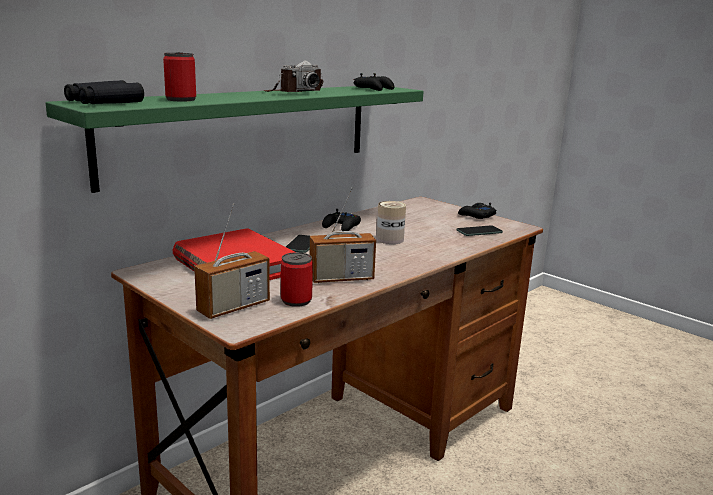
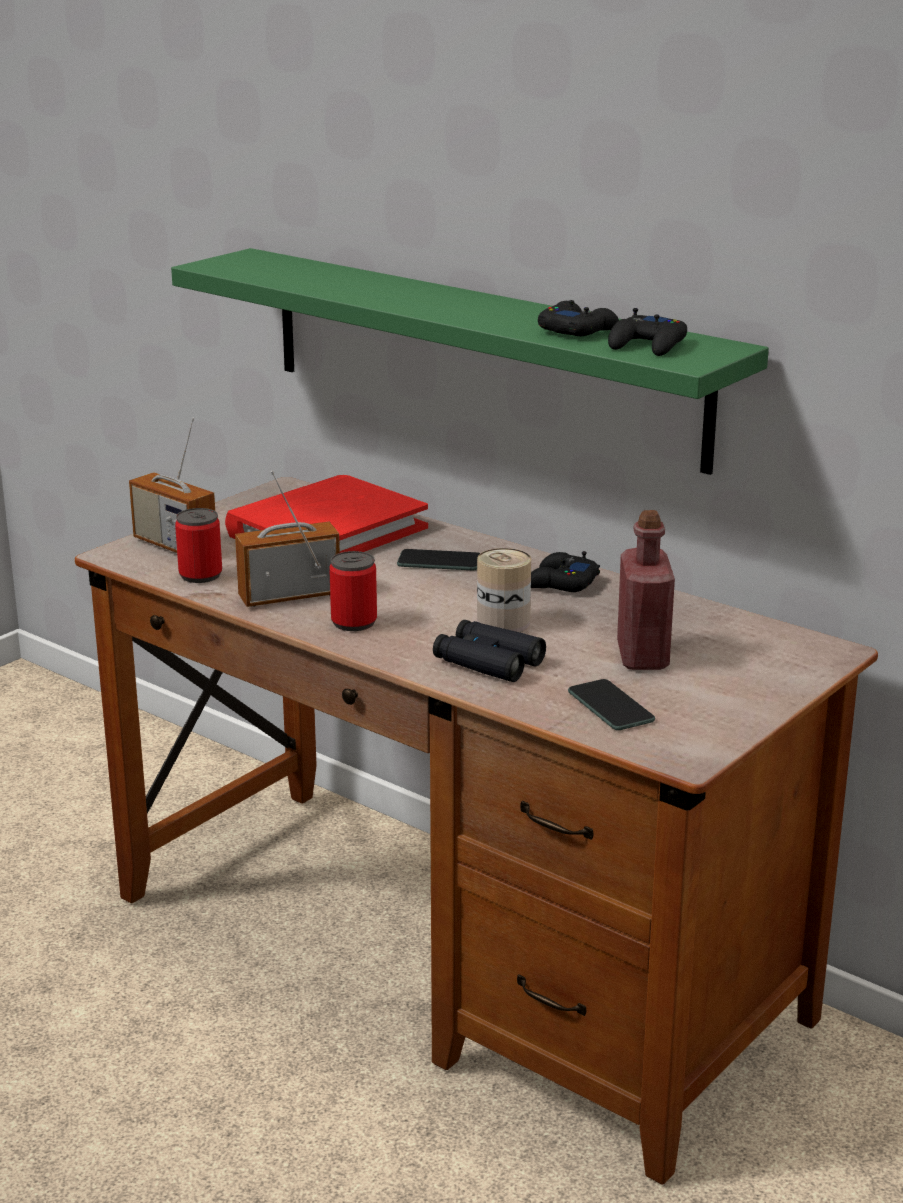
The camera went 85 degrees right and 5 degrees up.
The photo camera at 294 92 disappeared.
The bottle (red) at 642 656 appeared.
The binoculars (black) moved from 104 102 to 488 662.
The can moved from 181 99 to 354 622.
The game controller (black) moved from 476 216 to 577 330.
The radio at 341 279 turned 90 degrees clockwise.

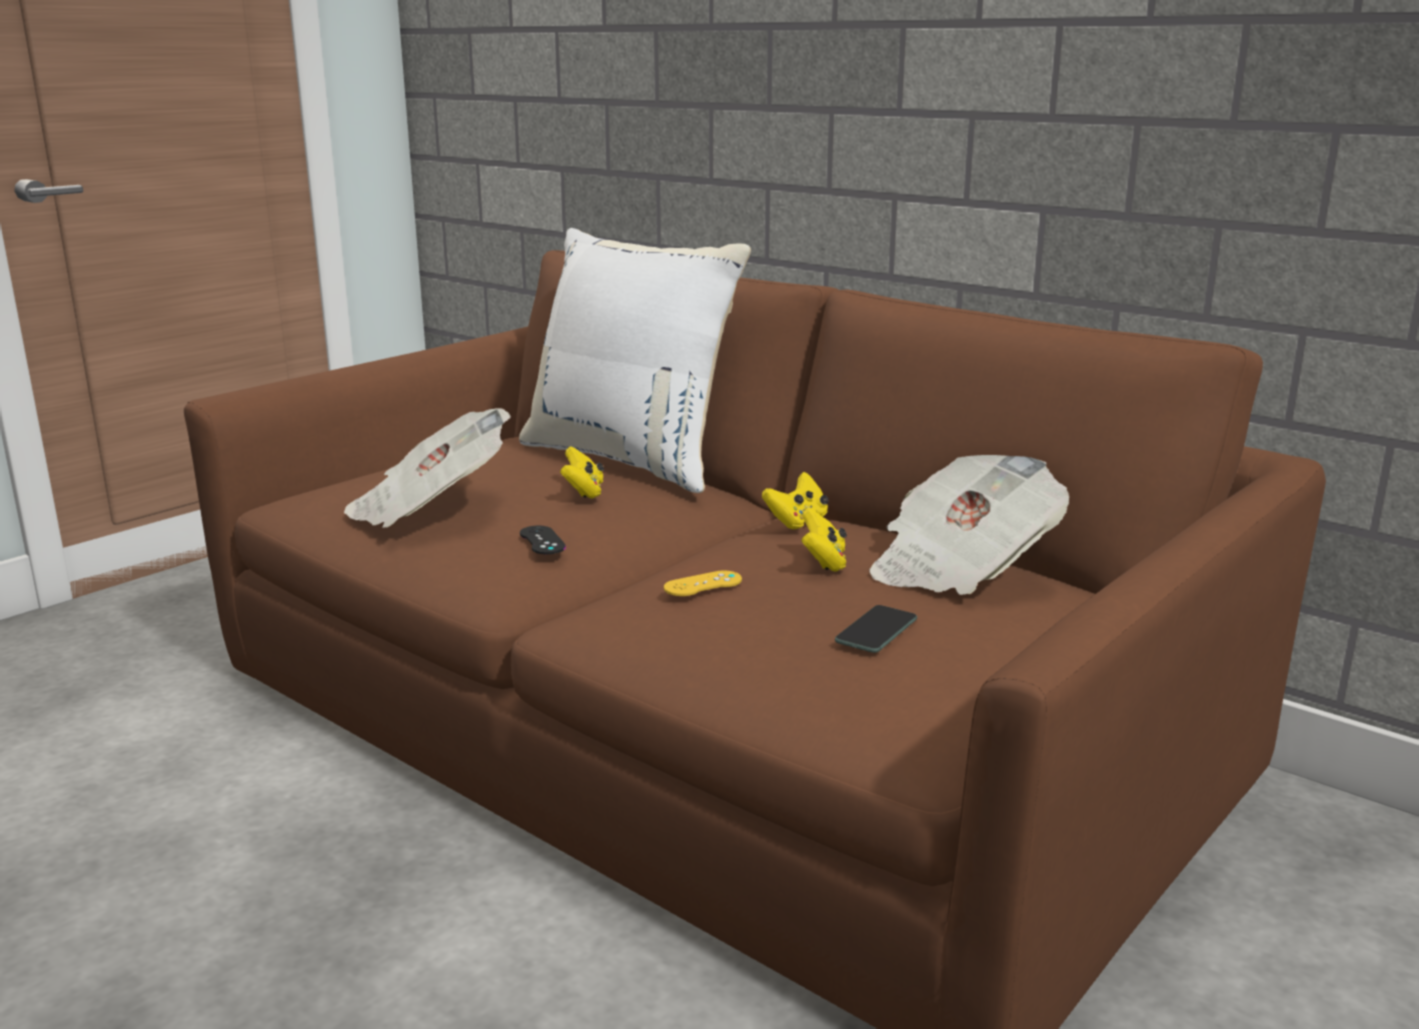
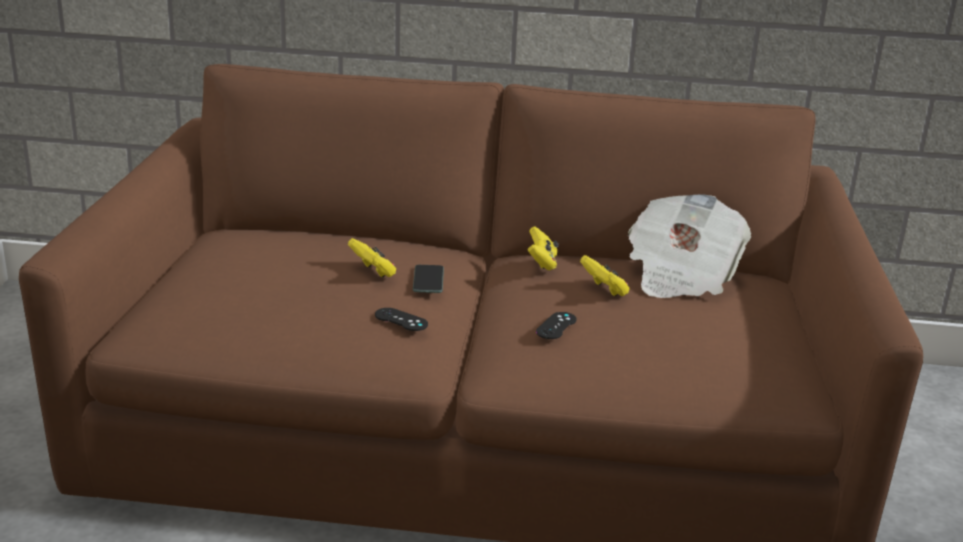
The camera went 35 degrees left and 5 degrees up.
The newspaper at 429 510 disappeared.
The pillow (white) at 632 459 disappeared.
The phone moved from 876 630 to 428 280.
The game controller (yellow) at 703 584 became the game controller (black) at 556 326.

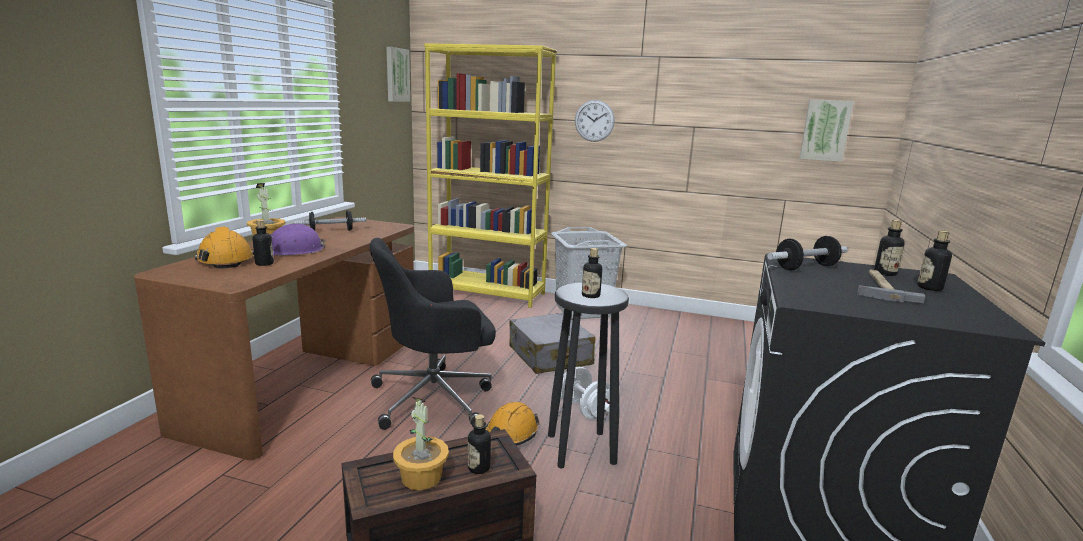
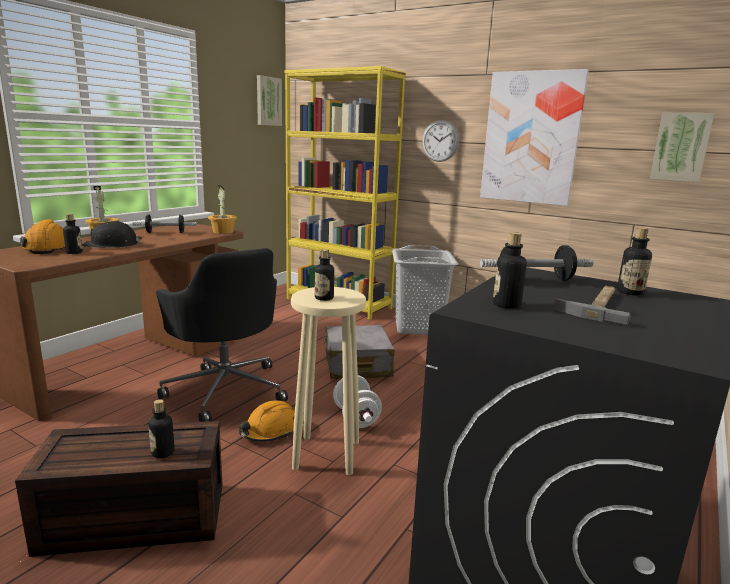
The camera went 15 degrees right and 0 degrees up.
The picture at 531 138 appeared.
The potted plant moved from 421 478 to 222 232.
The bottle moved from 929 288 to 506 305.
The hard hat (purple) at 293 250 became the hard hat (black) at 112 245.
The stool (black) at 581 449 became the stool (beige) at 326 455.
The office chair (black) at 435 398 turned 120 degrees counterclockwise.

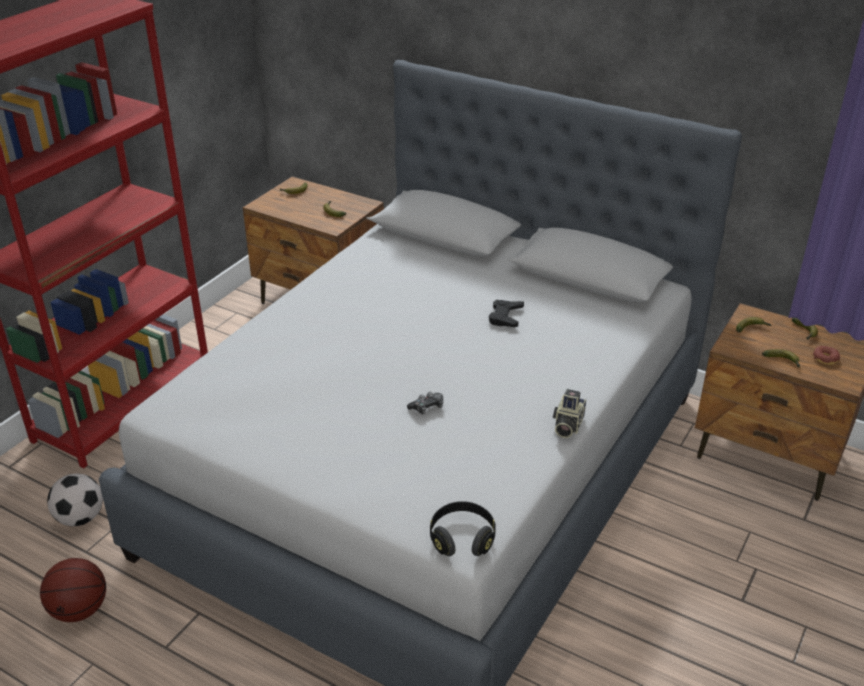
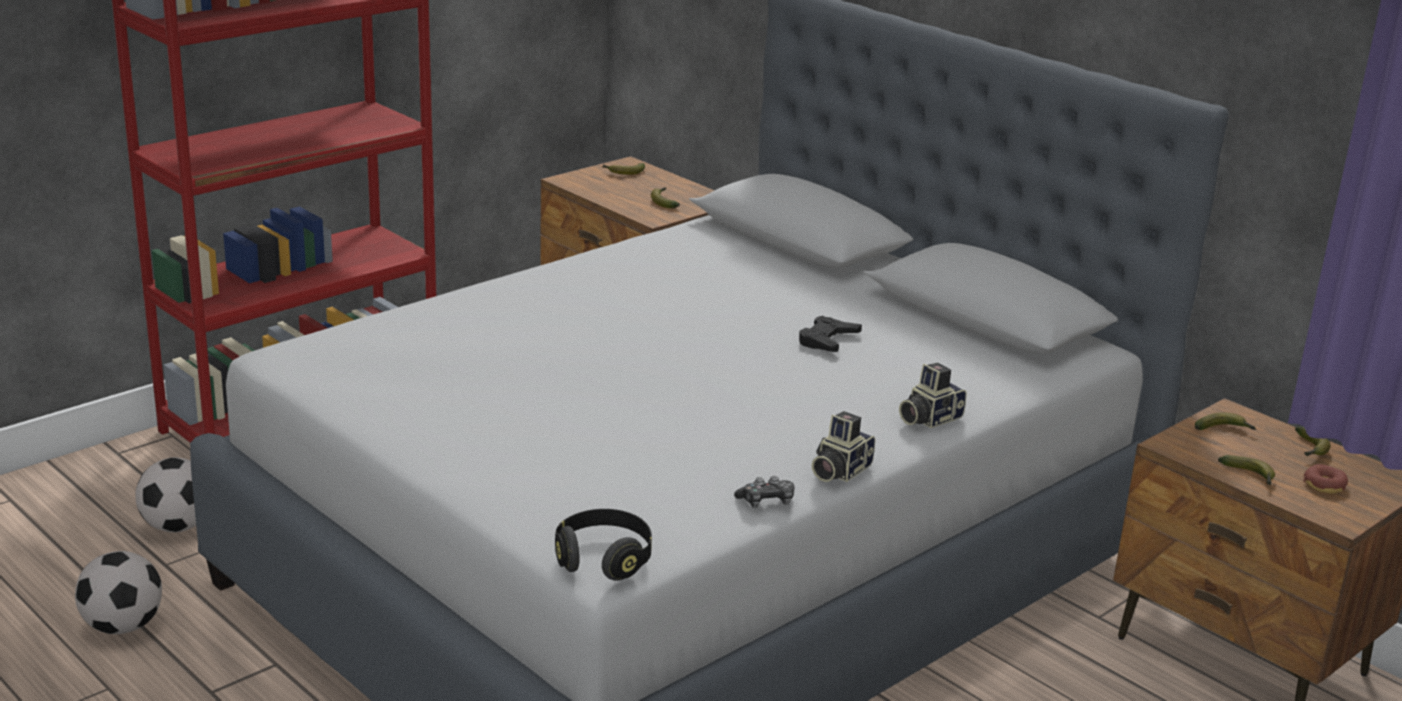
The camera went 15 degrees right and 10 degrees down.
The photo camera at 928 418 appeared.
The game controller moved from 427 407 to 766 502.
The basketball at 79 610 was replaced by the football at 123 626.

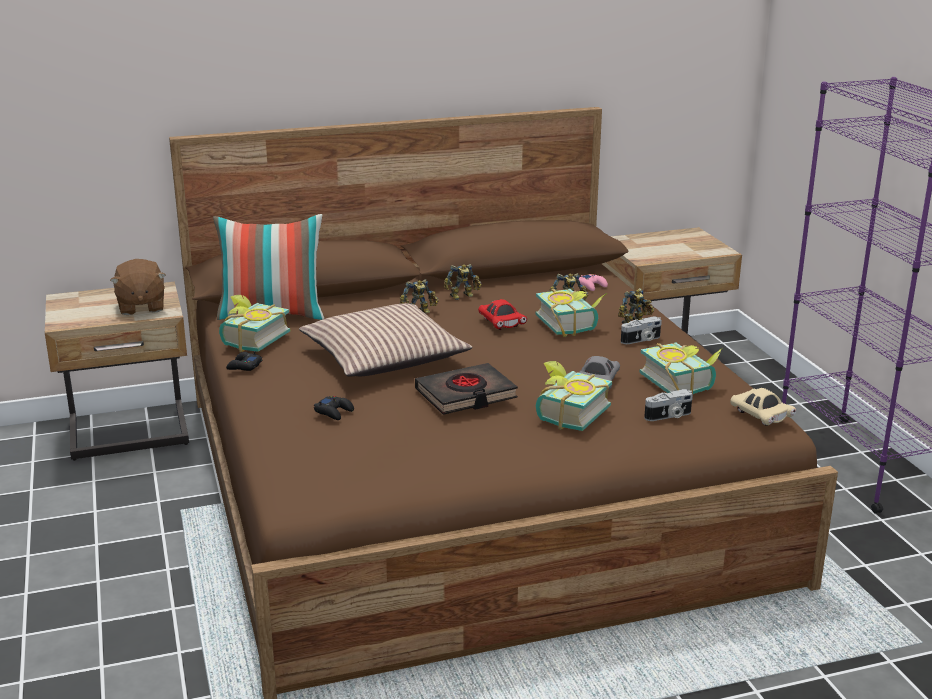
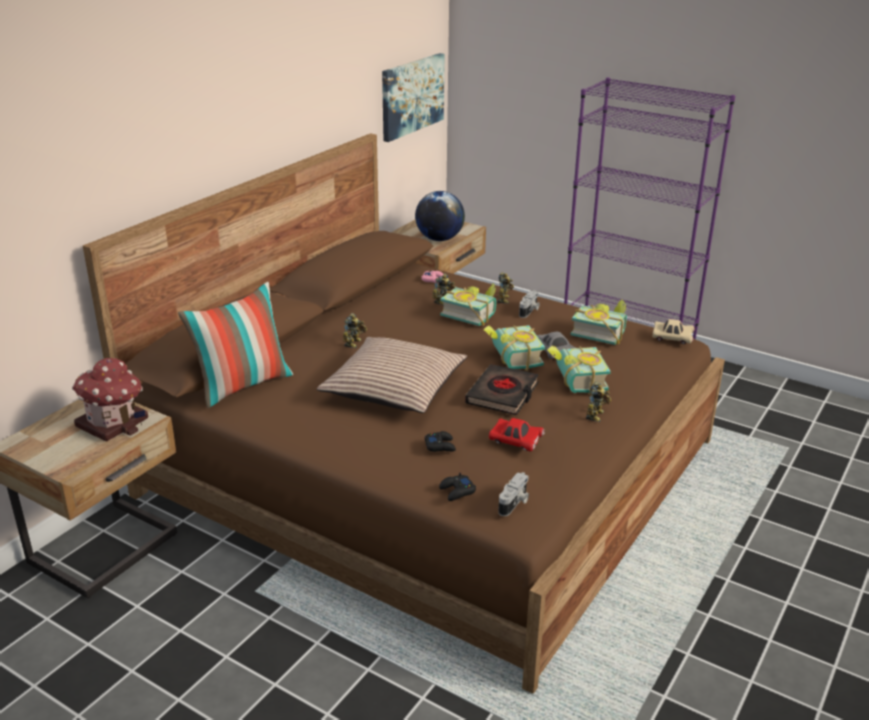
The camera went 40 degrees left and 5 degrees up.
The picture at 412 96 appeared.
The globe at 439 239 appeared.
The book moved from 250 339 to 511 359.
The game controller (black) moved from 244 366 to 457 491.
The toy robot moved from 463 296 to 597 415.
The toy car (red) moved from 501 323 to 515 442.
The photo camera moved from 669 416 to 514 503.
The plush toy (brown) at 141 306 was replaced by the toy house at 114 422.

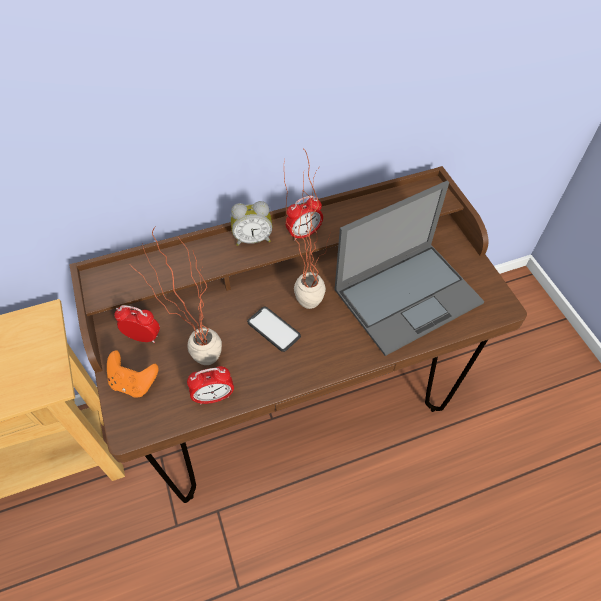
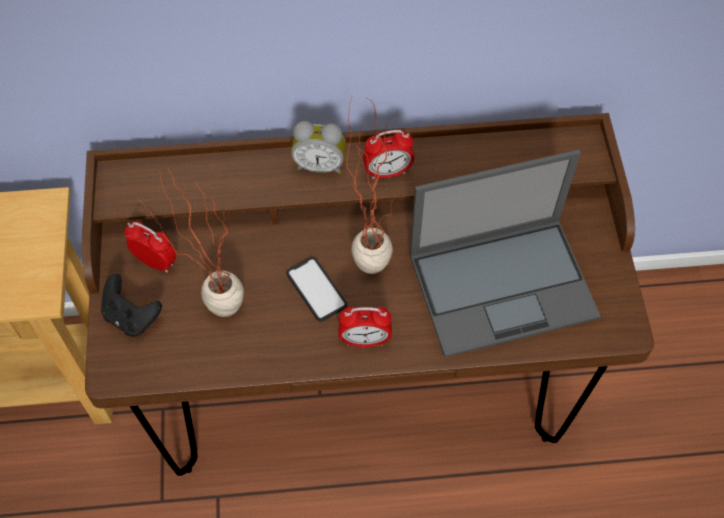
The camera went 15 degrees right and 5 degrees up.
The alarm clock moved from 214 397 to 365 340.
The game controller (orange) at 134 383 became the game controller (black) at 132 317.

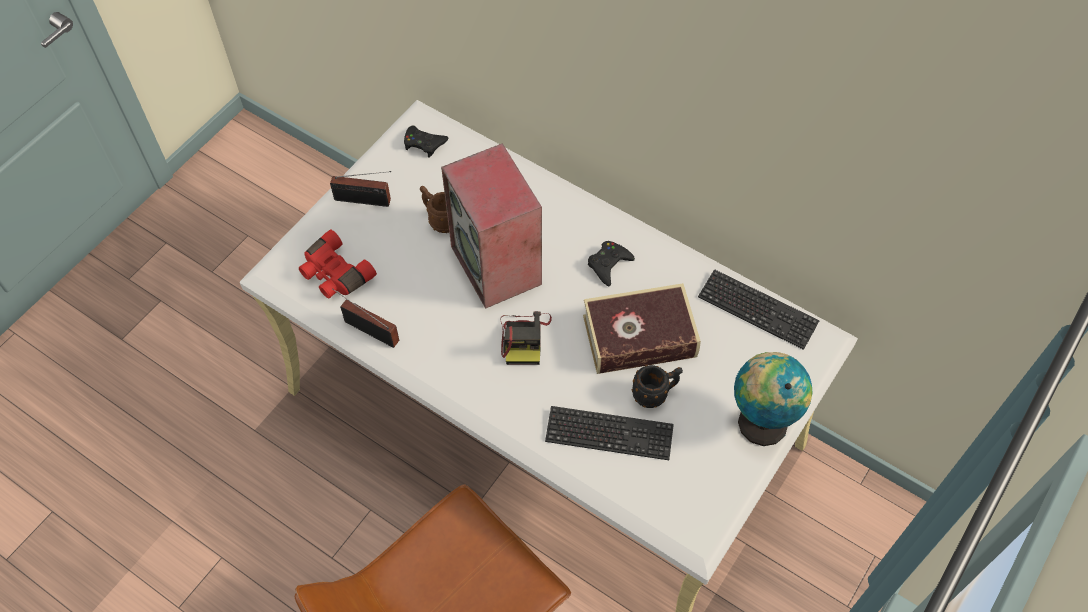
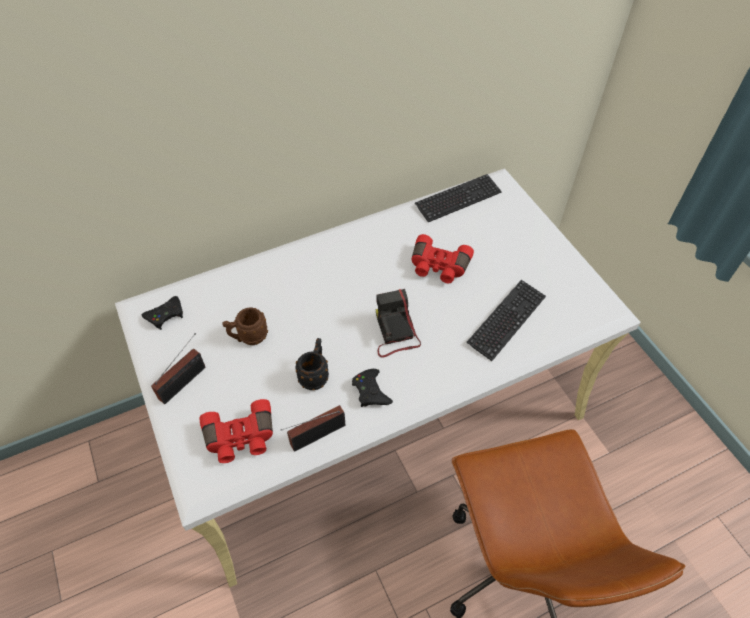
The camera went 60 degrees left and 5 degrees down.
The speaker at 498 266 disappeared.
The globe at 760 420 disappeared.
The game controller (black) moved from 609 264 to 371 391.
The mug (black) moved from 655 394 to 315 375.
The book at 639 337 was replaced by the binoculars (red) at 438 267.
The photo camera at 524 338 turned 135 degrees counterclockwise.

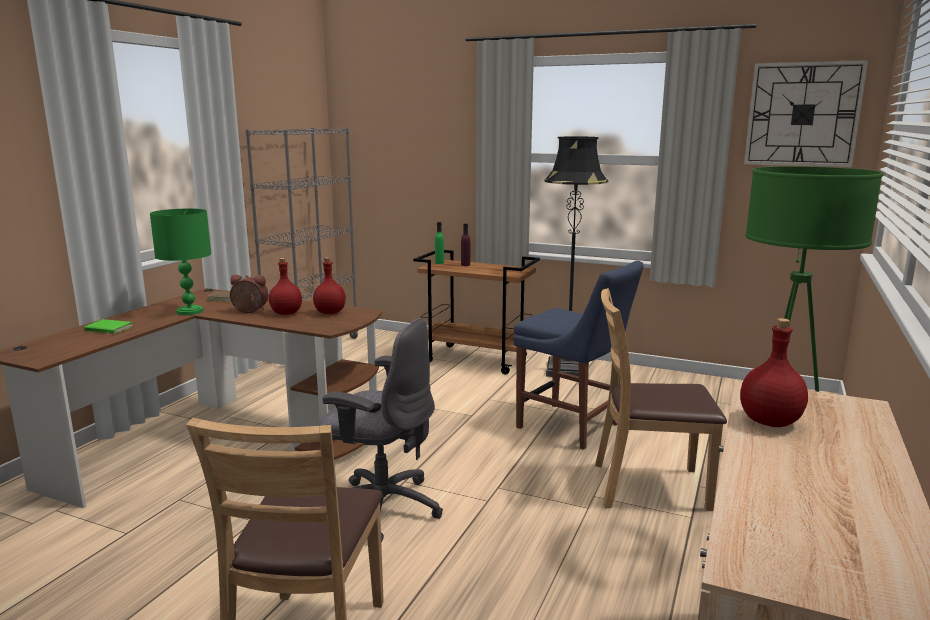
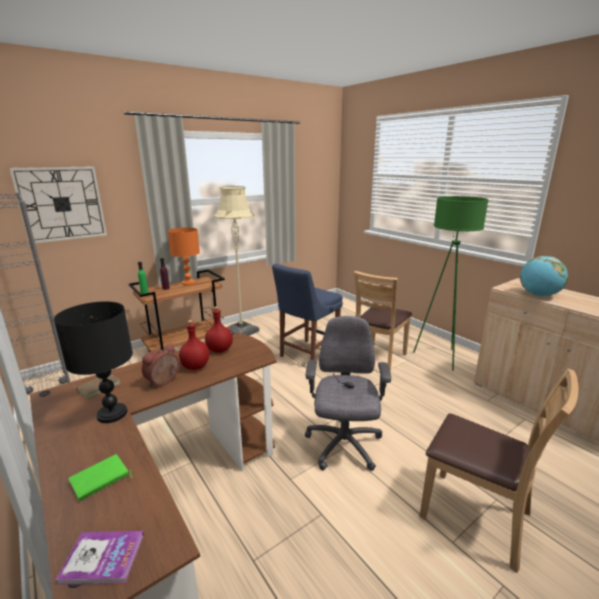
The camera went 60 degrees left and 5 degrees up.
The book at 103 558 appeared.
The table lamp (orange) at 188 283 appeared.
The wall clock moved from 802 114 to 61 204.
The bottle (red) at 769 422 was replaced by the globe at 538 295.
The table lamp (green) at 189 311 became the table lamp (black) at 111 414.
The floor lamp (black) at 568 370 became the floor lamp (beige) at 241 331.
The office chair (grey) at 381 507 turned 45 degrees counterclockwise.
The chair (blue) at 572 427 turned 150 degrees clockwise.

